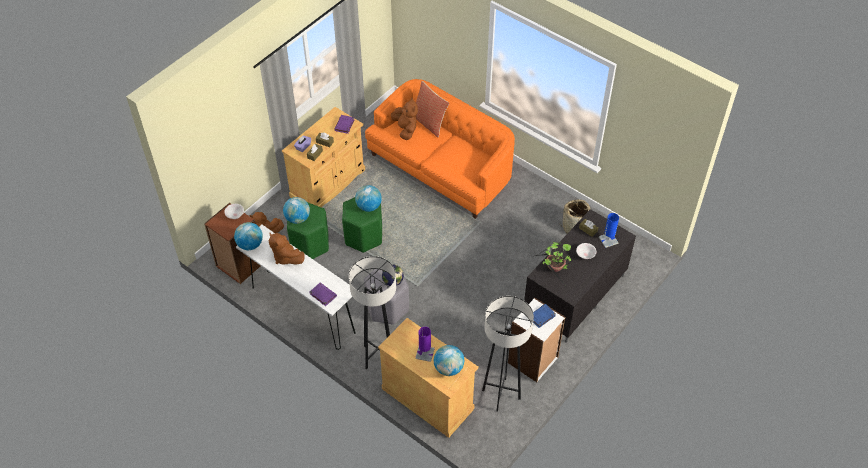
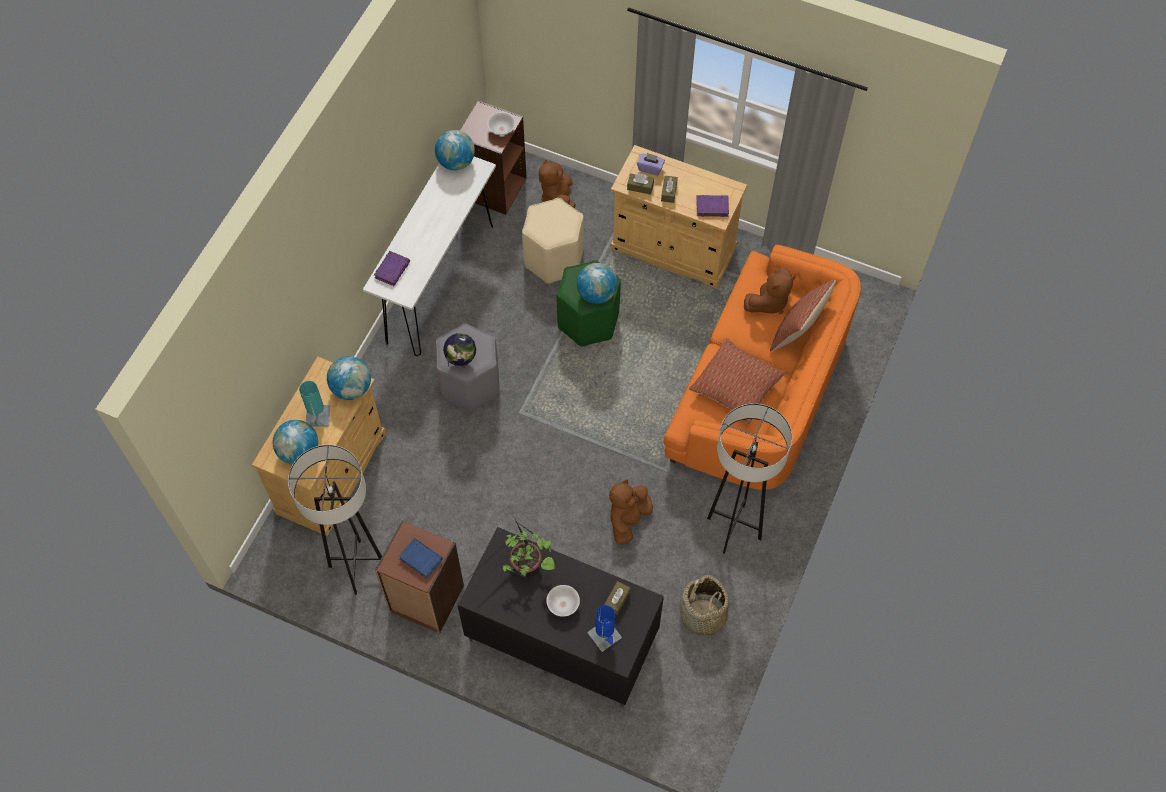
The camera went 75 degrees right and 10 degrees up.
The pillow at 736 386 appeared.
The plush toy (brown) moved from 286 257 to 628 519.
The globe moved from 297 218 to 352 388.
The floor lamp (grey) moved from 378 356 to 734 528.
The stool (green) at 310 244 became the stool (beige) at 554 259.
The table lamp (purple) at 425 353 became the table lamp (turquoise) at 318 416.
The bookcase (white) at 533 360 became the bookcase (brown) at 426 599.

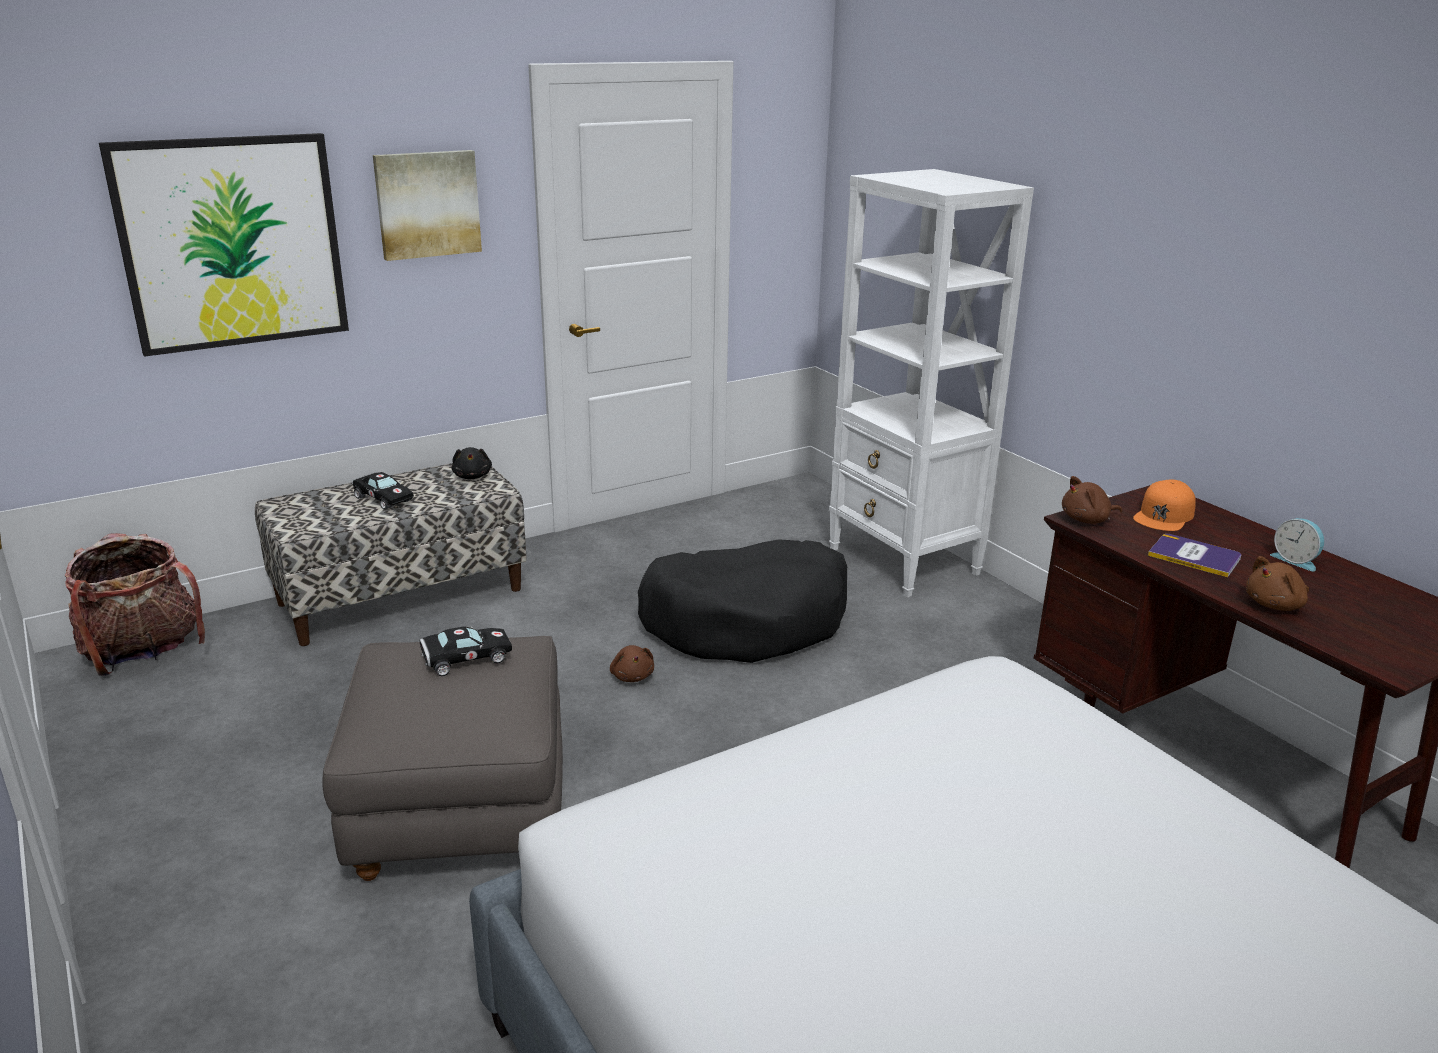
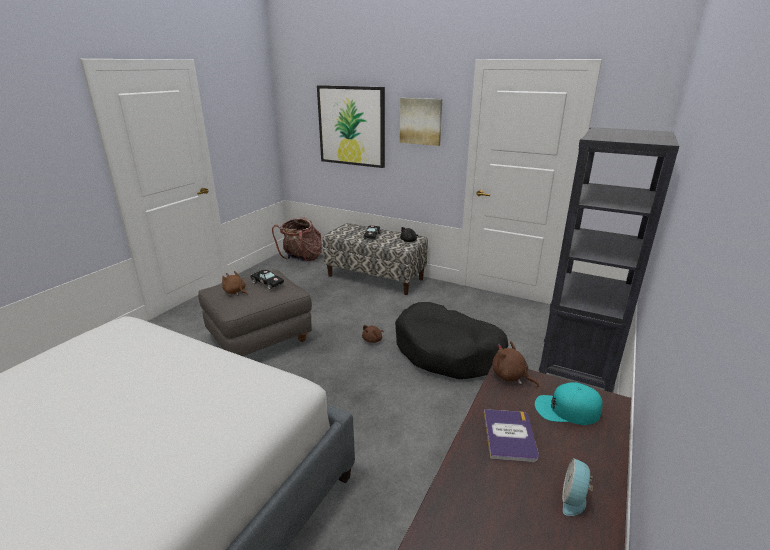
The camera went 60 degrees right and 0 degrees up.
The plush toy (brown) moved from 1275 605 to 235 292.
The bookcase (white) at 904 562 became the bookcase (black) at 574 380.
The cap (orange) at 1164 515 became the cap (turquoise) at 567 409.

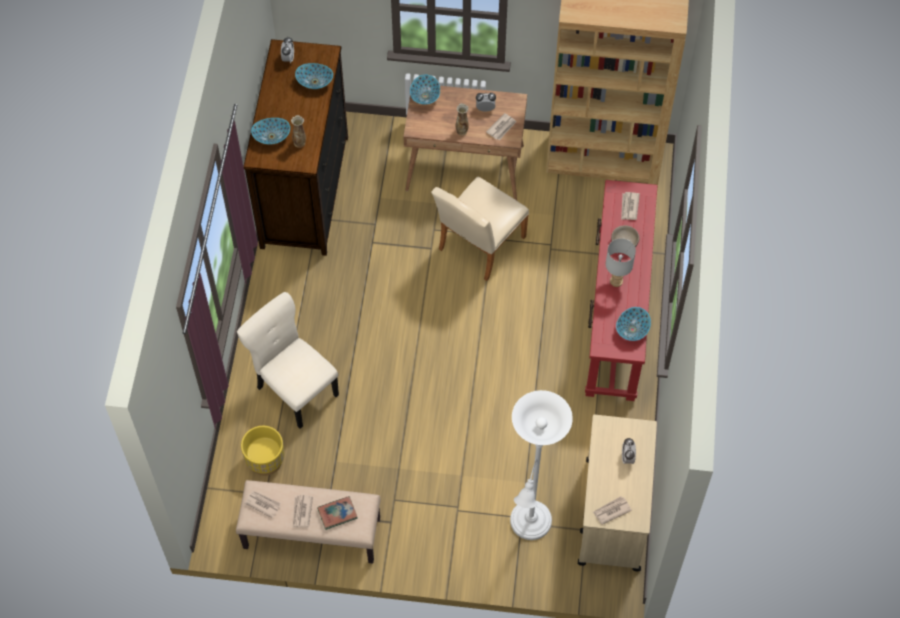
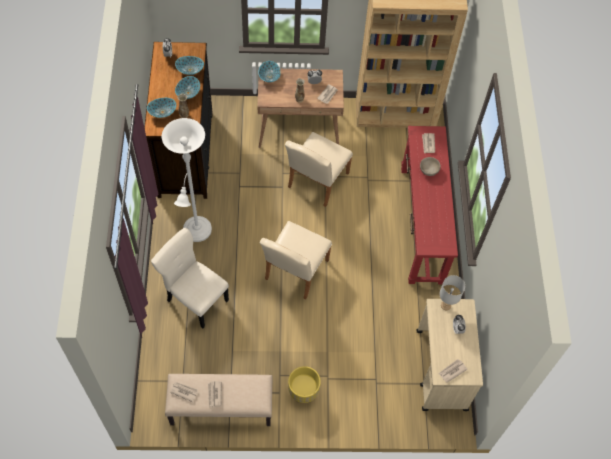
The camera went 10 degrees left and 0 degrees up.
The book at 337 513 disappeared.
The chair (beige) at 294 273 appeared.
The planter (yellow) moved from 265 461 to 303 391.
The floor lamp (white) moved from 529 526 to 196 233.
The table lamp (grey) moved from 617 281 to 446 305.
The bowl moved from 632 329 to 187 93.

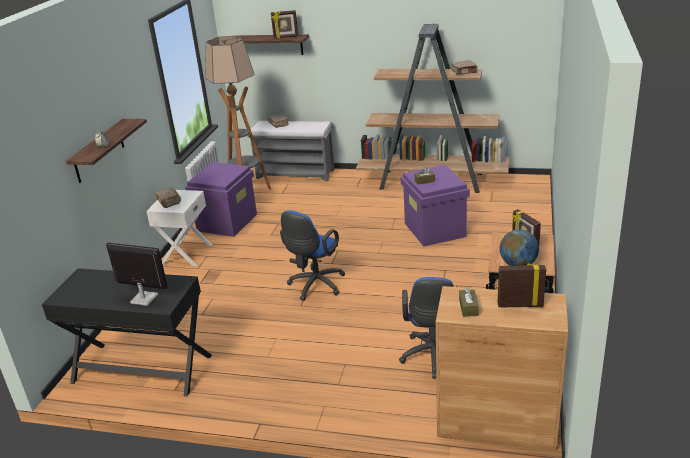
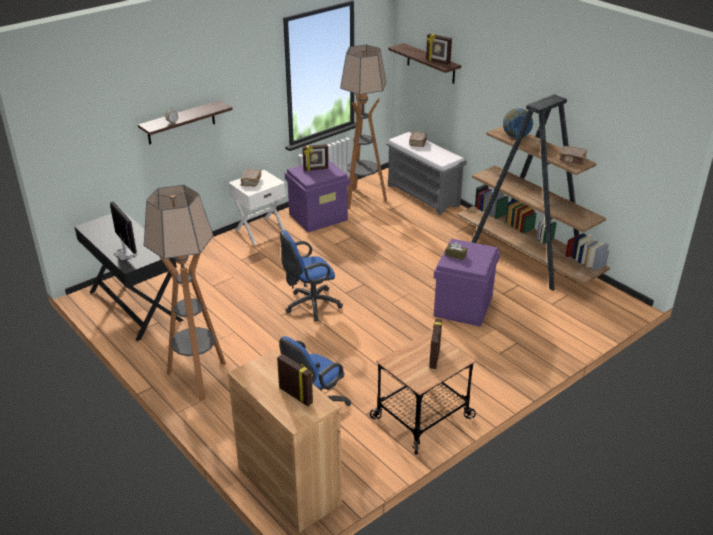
The camera went 35 degrees right and 5 degrees up.
The tissue box (brown) at 468 308 disappeared.
The floor lamp at 198 378 appeared.
The picture frame at 315 169 appeared.
The globe moved from 518 264 to 516 136.

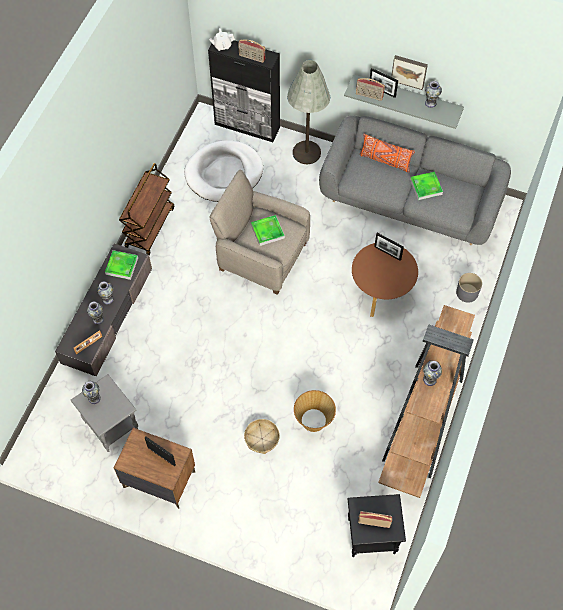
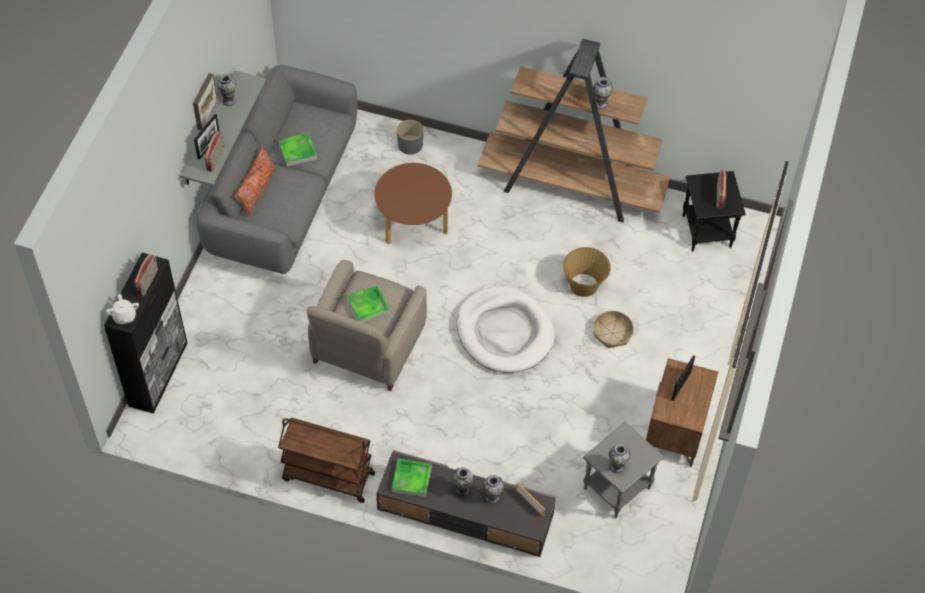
The camera went 95 degrees left and 5 degrees down.
The floor lamp (grey) at 306 152 disappeared.
The picture frame at 387 253 disappeared.
The dog bed (white) moved from 224 173 to 504 332.

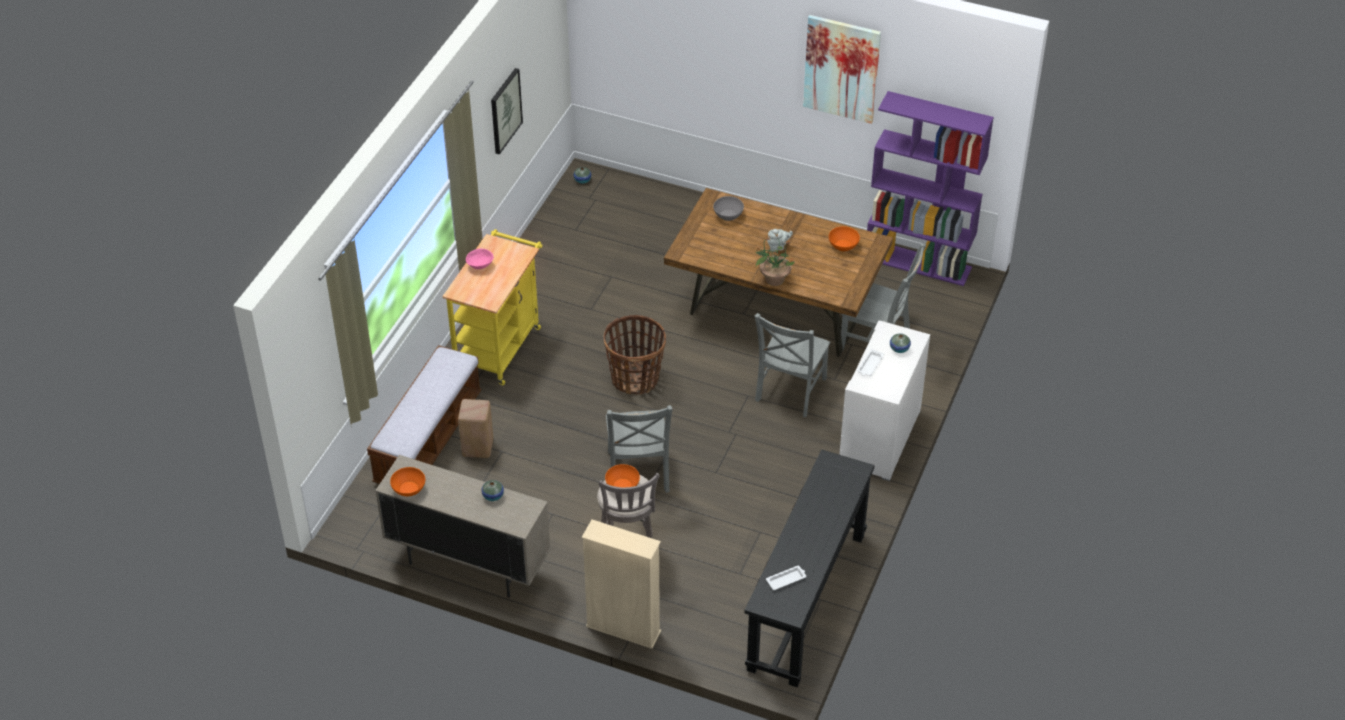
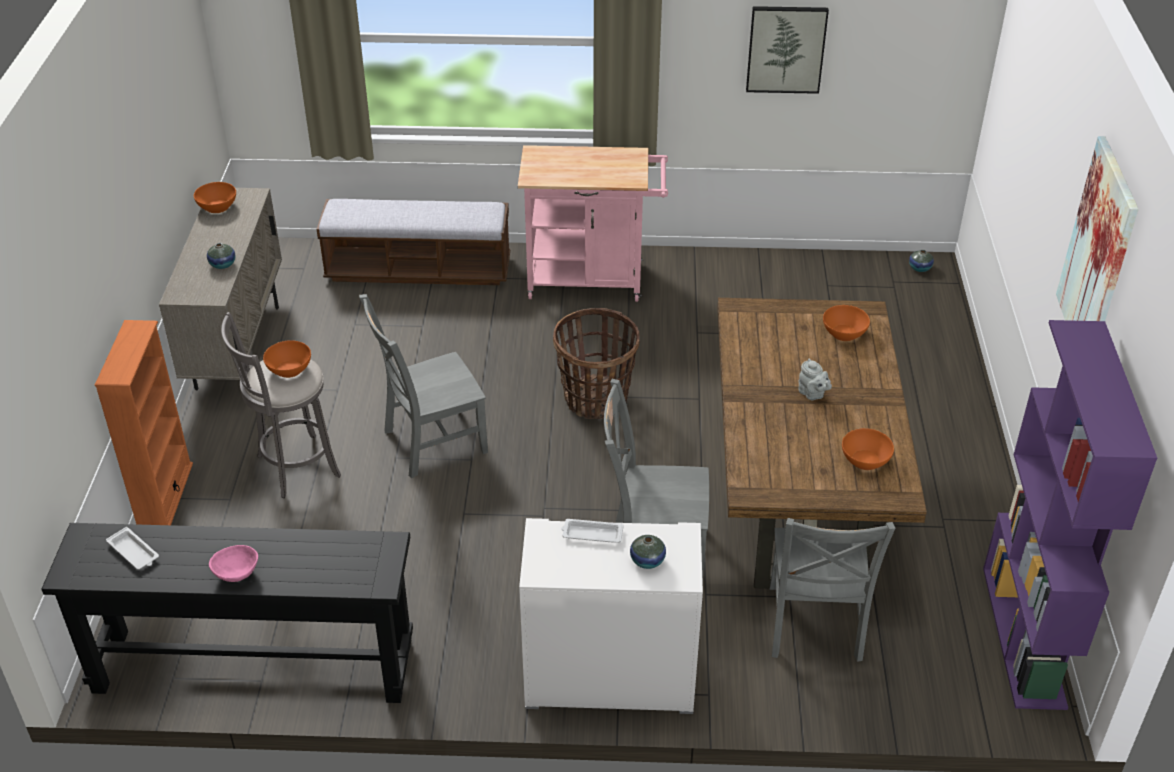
The camera went 70 degrees right and 5 degrees down.
The stool (beige) at 477 447 disappeared.
The potted plant at 774 279 disappeared.
The bowl (pink) moved from 480 265 to 236 574.
The cart (yellow) at 500 345 became the cart (pink) at 593 280.
The bookcase (beige) at 623 629 became the bookcase (orange) at 165 496.
The bowl (grey) at 728 215 became the bowl (orange) at 844 333.

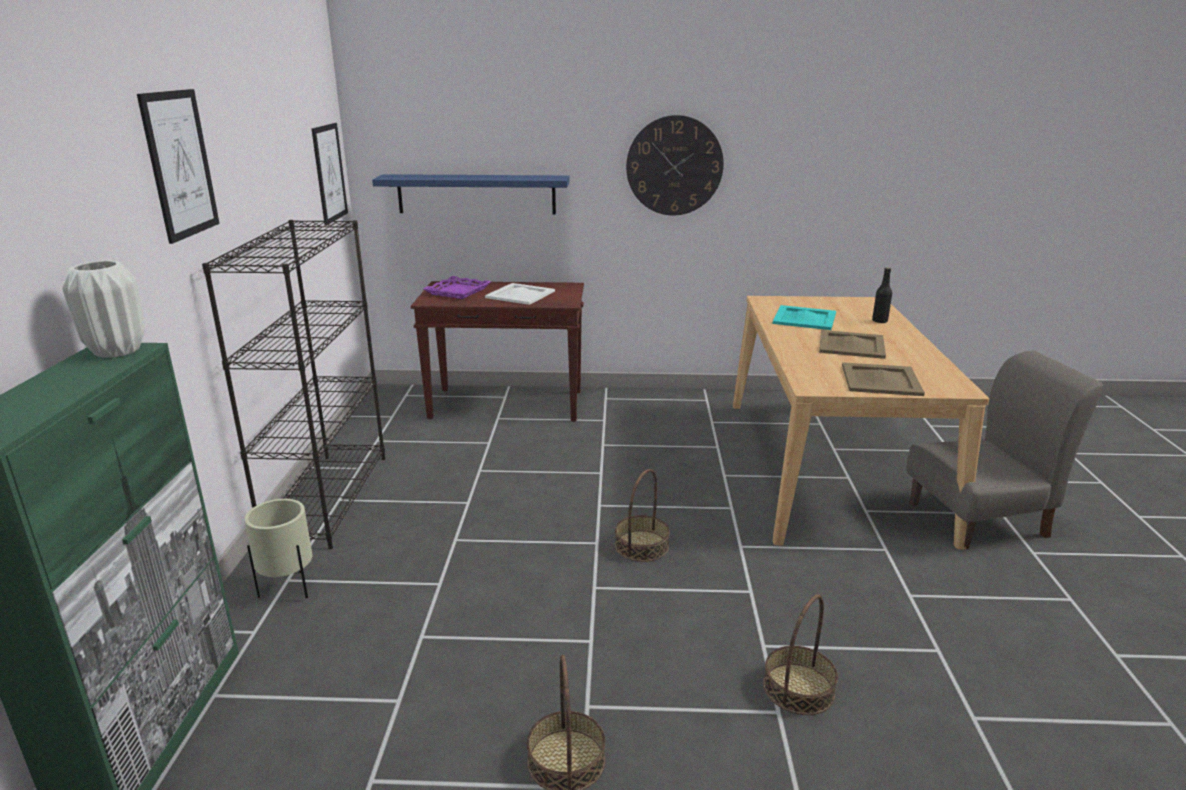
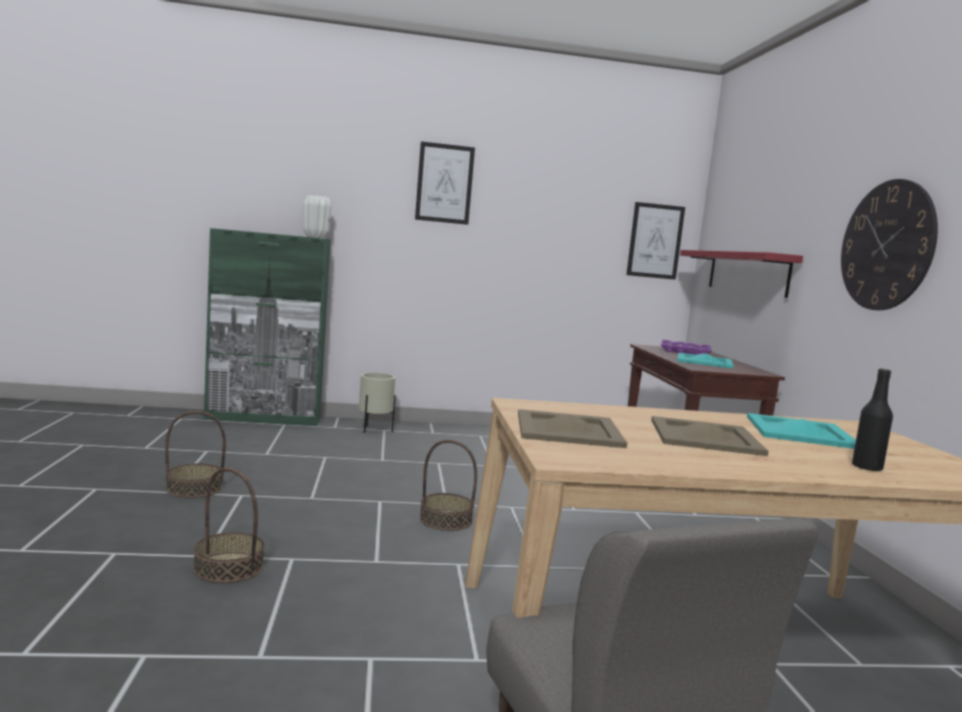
The camera went 80 degrees right and 15 degrees down.
The bookcase (black) at 328 497 disappeared.
The shelf (blue) at 476 194 became the shelf (red) at 747 272.
The tray (white) at 520 294 became the tray (turquoise) at 704 361.

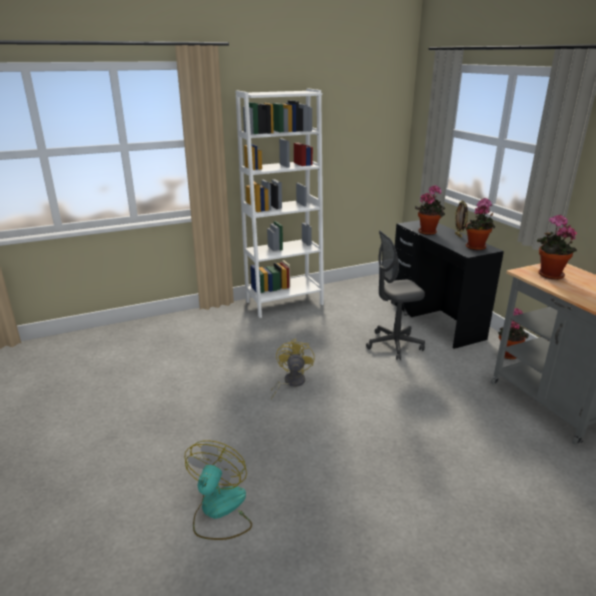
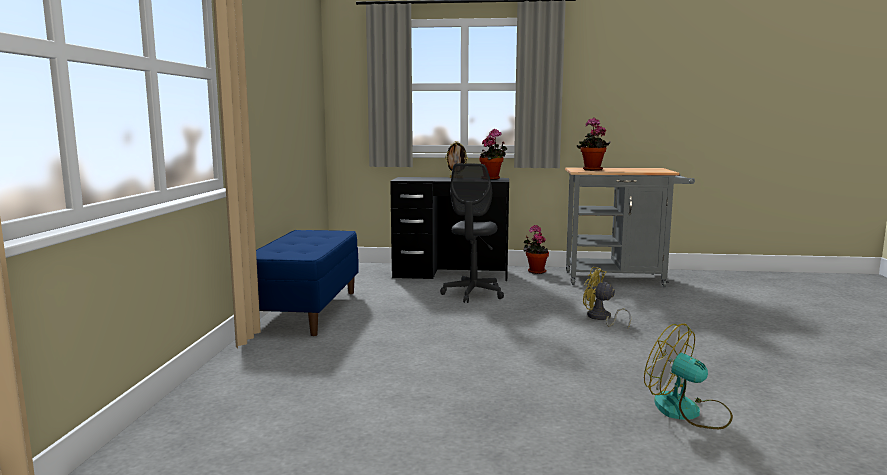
The camera went 60 degrees left and 15 degrees down.
The potted plant at 428 232 disappeared.
The fan (yellow) moved from 290 383 to 601 318.
The bookcase (white) at 284 303 was replaced by the bench (blue) at 306 310.

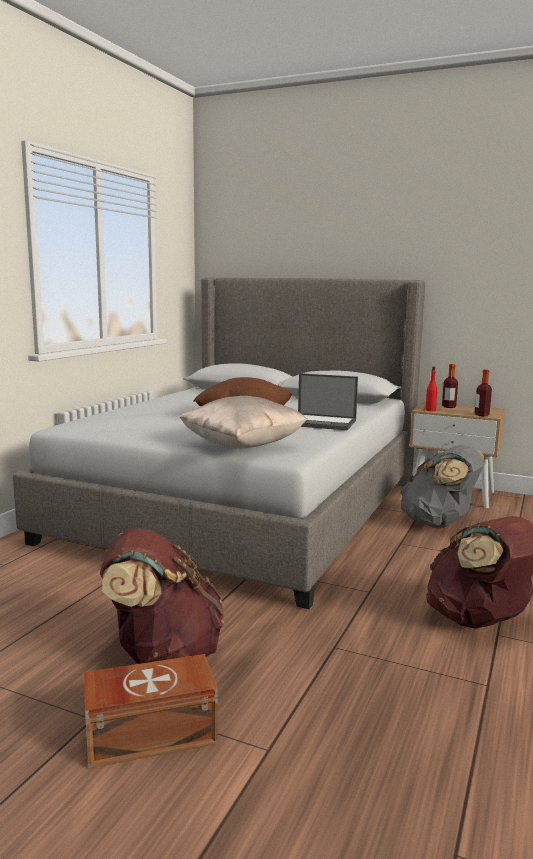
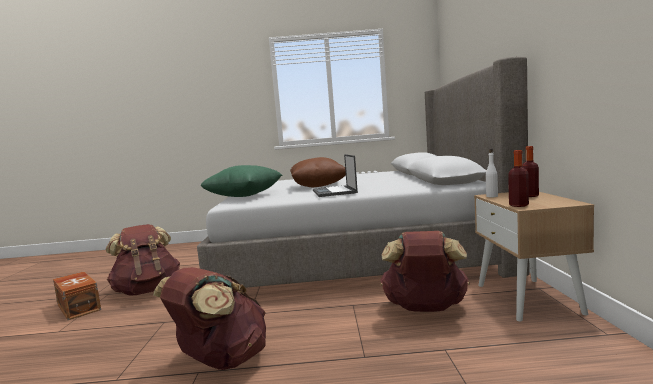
The camera went 65 degrees right and 5 degrees down.
The pillow (beige) at 243 446 became the pillow (green) at 244 196.
The backpack (grey) at 439 523 became the backpack (brown) at 425 309.
The bottle (red) at 430 410 became the bottle (white) at 492 196.

